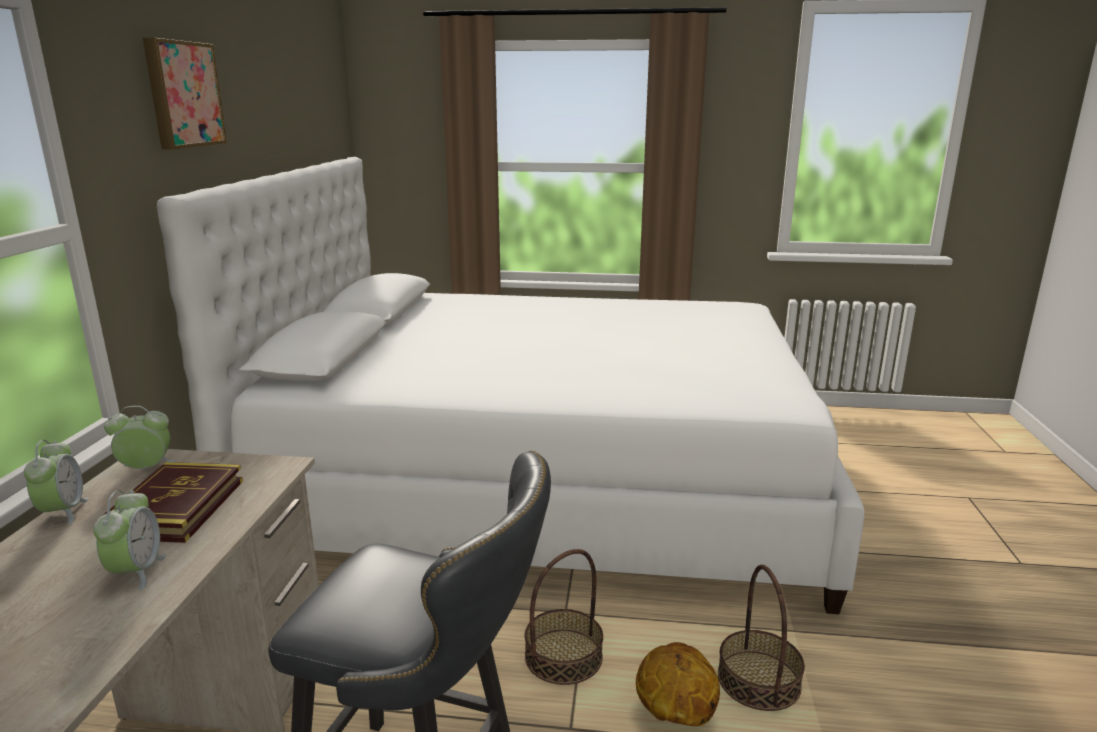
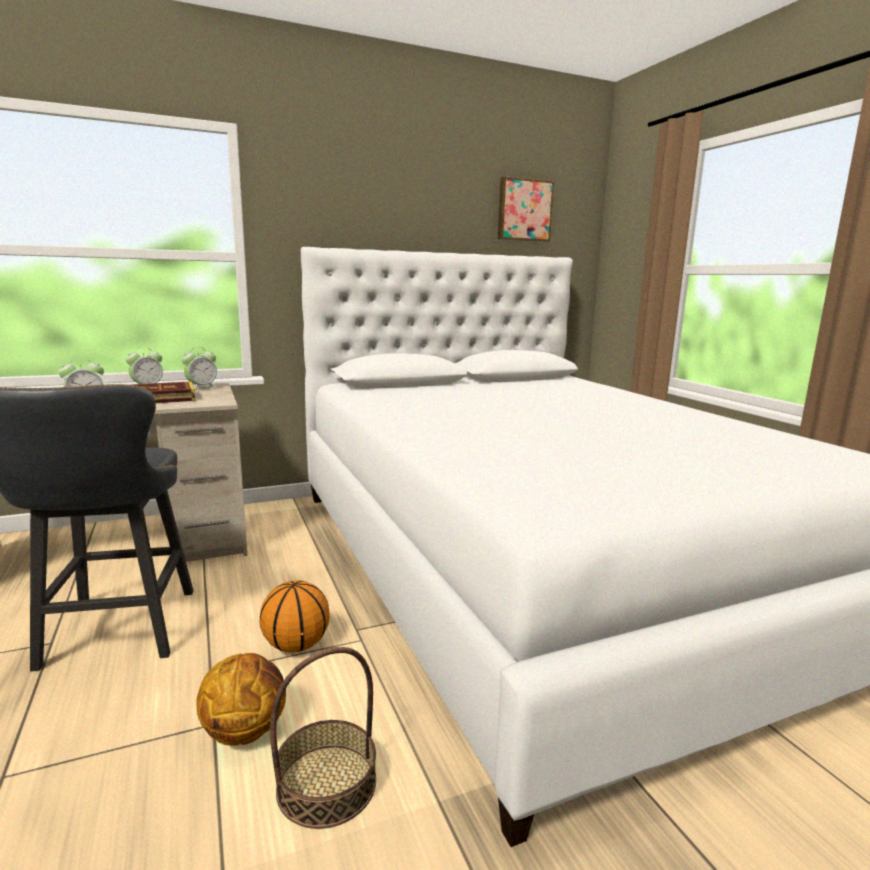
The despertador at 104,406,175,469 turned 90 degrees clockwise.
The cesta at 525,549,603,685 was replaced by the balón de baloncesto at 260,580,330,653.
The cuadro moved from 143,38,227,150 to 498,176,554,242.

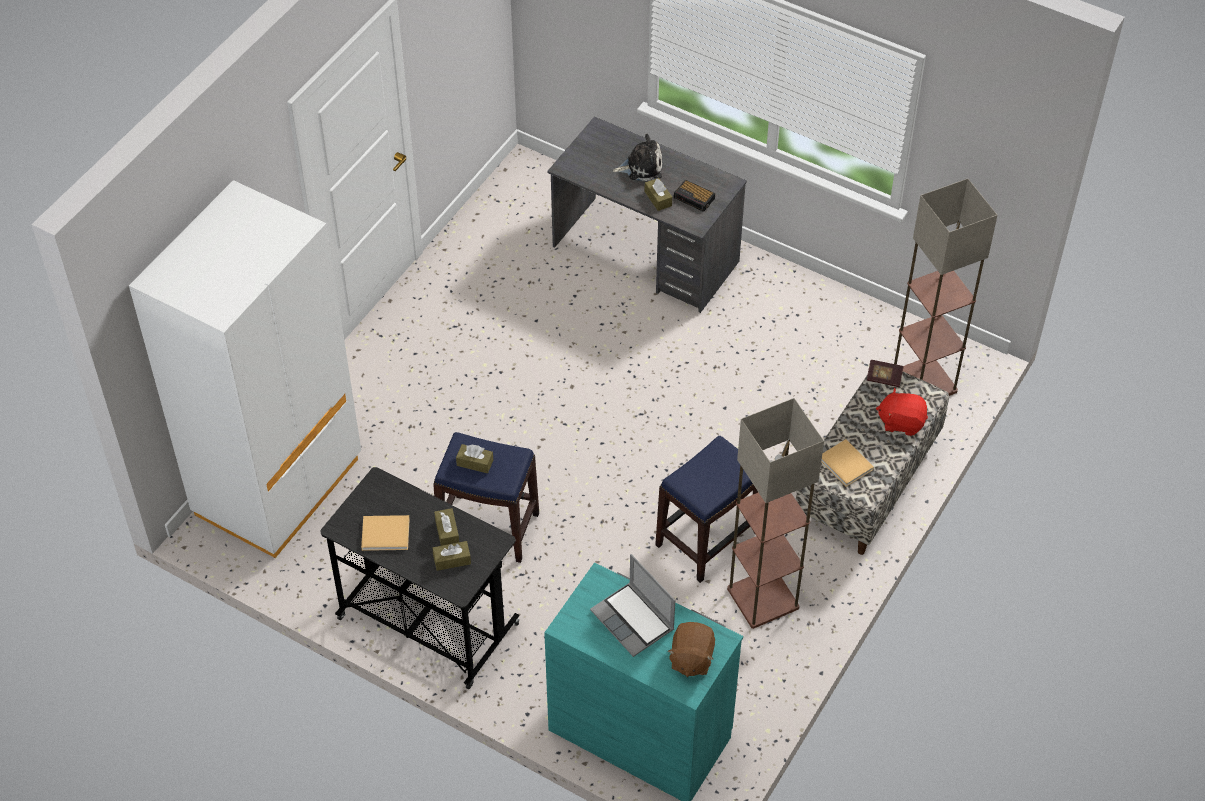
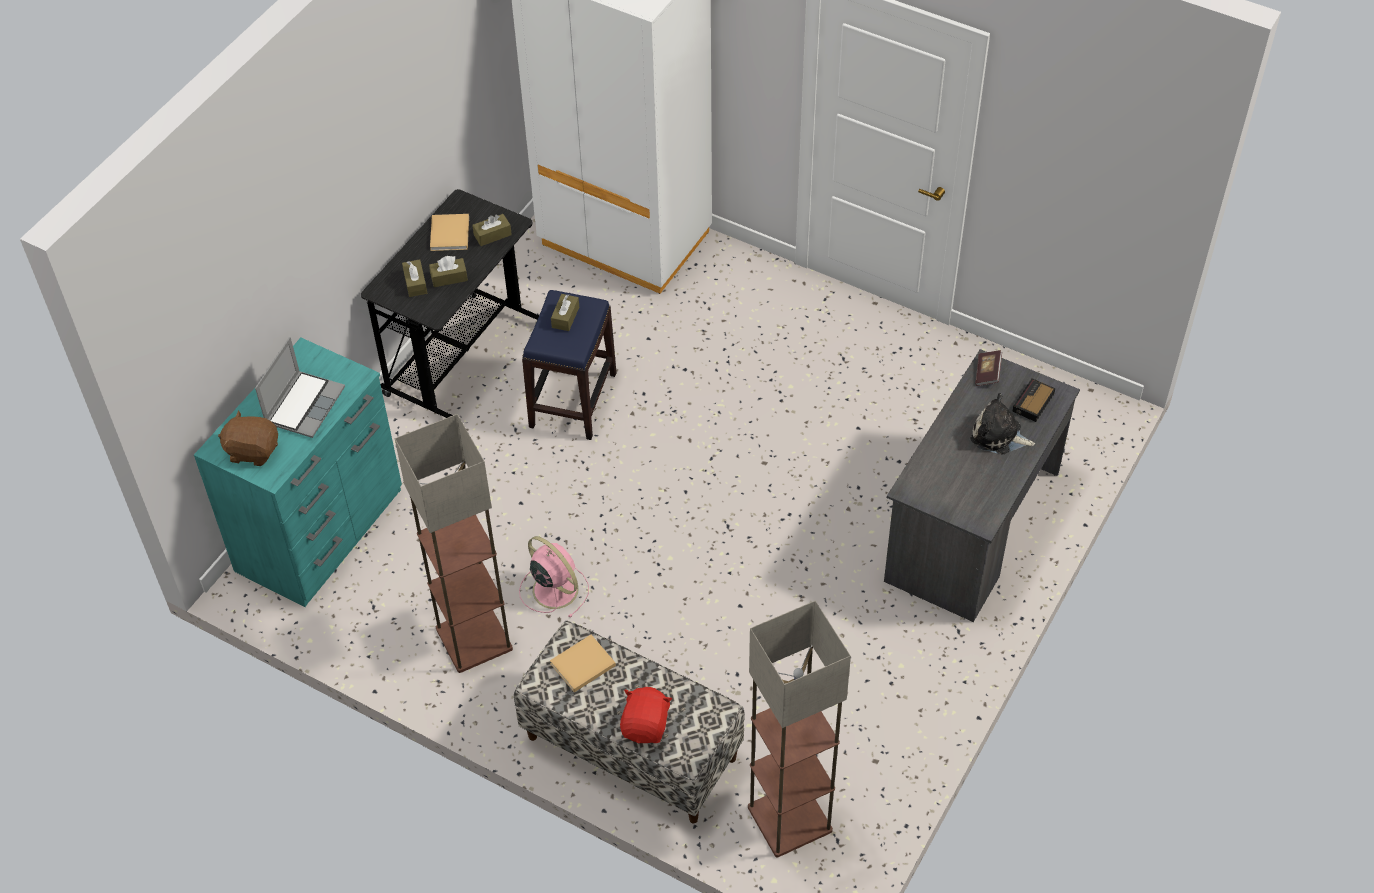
The portátil at 590,554,675,657 turned 150 degrees clockwise.
The caja de pañuelos [marrón] moved from 644,178,672,211 to 472,214,512,246.
The taburete at 655,436,758,583 was replaced by the ventilador [rosa] at 519,536,589,618.
The peluche at 613,134,662,181 turned 120 degrees clockwise.
The libro moved from 867,360,903,387 to 975,350,1002,386.
The despertador moved from 674,180,715,212 to 1012,378,1055,422.

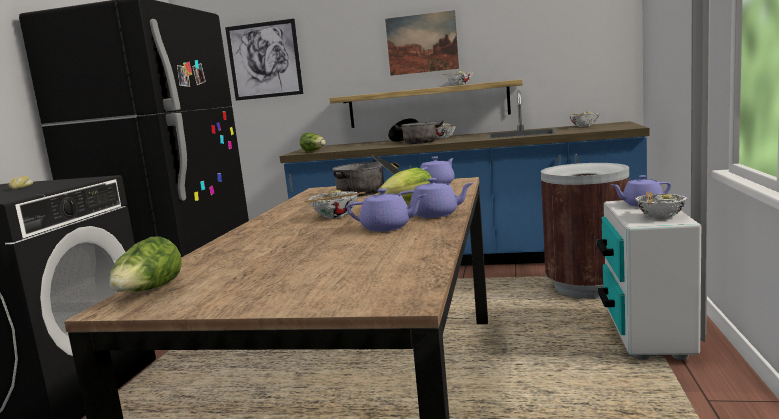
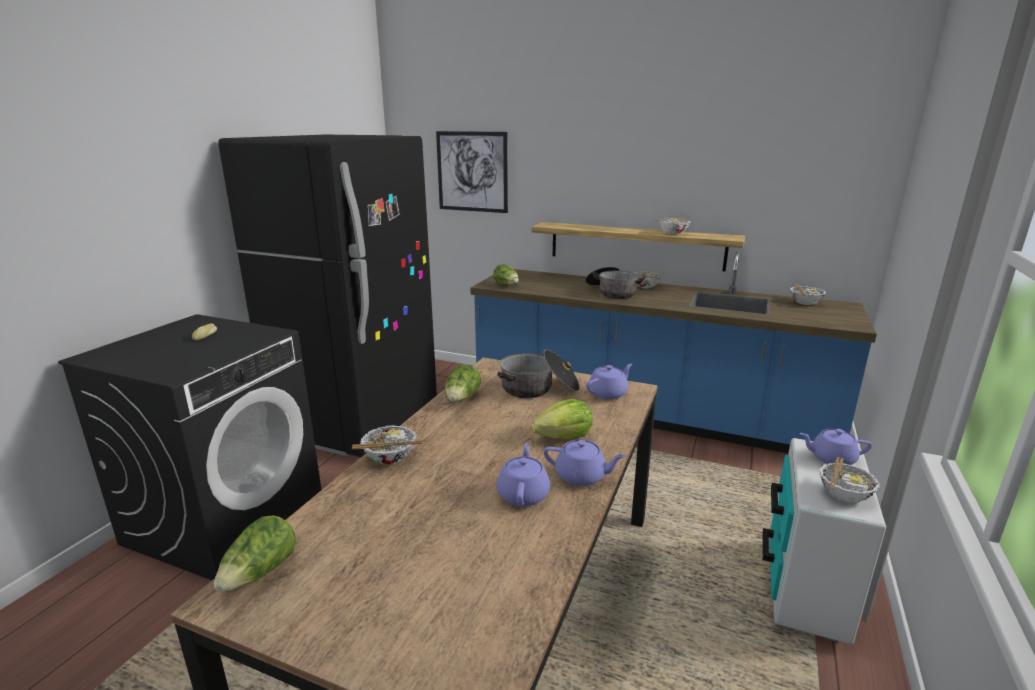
The cuenco moved from 304,190,366,219 to 352,425,422,464.
The lechuga at 445,365,481,402 appeared.
The tetera [morado] at 347,189,427,232 turned 105 degrees counterclockwise.
The cuadro at 385,10,459,76 disappeared.
The papelera [marrón] at 541,163,629,298 disappeared.

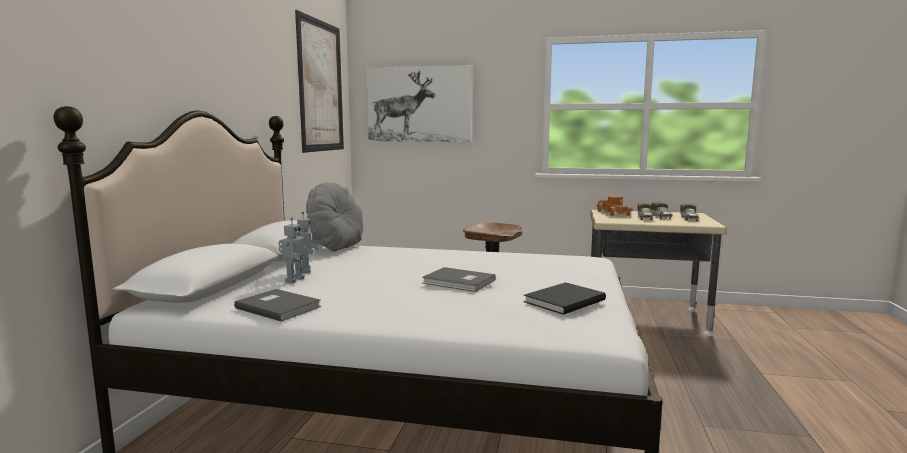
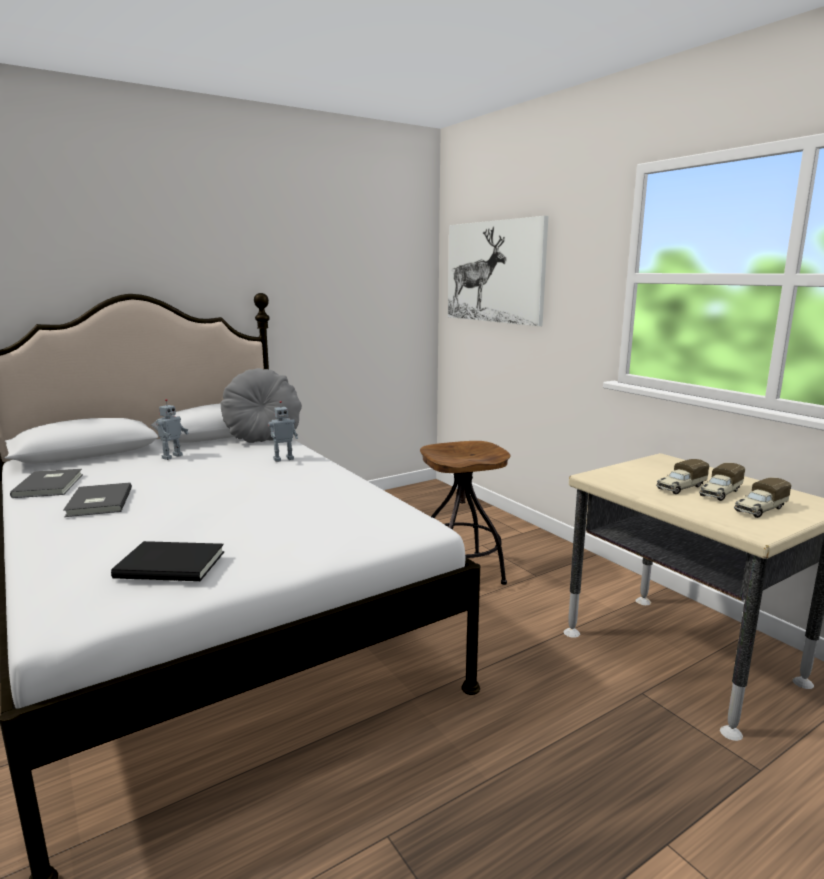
The libro [gris] moved from 422,267,495,292 to 63,482,132,517.
The robot de juguete moved from 278,217,313,283 to 268,401,298,462.
The cuadro at 295,10,344,153 disappeared.
The camión de juguete at 597,196,633,216 disappeared.

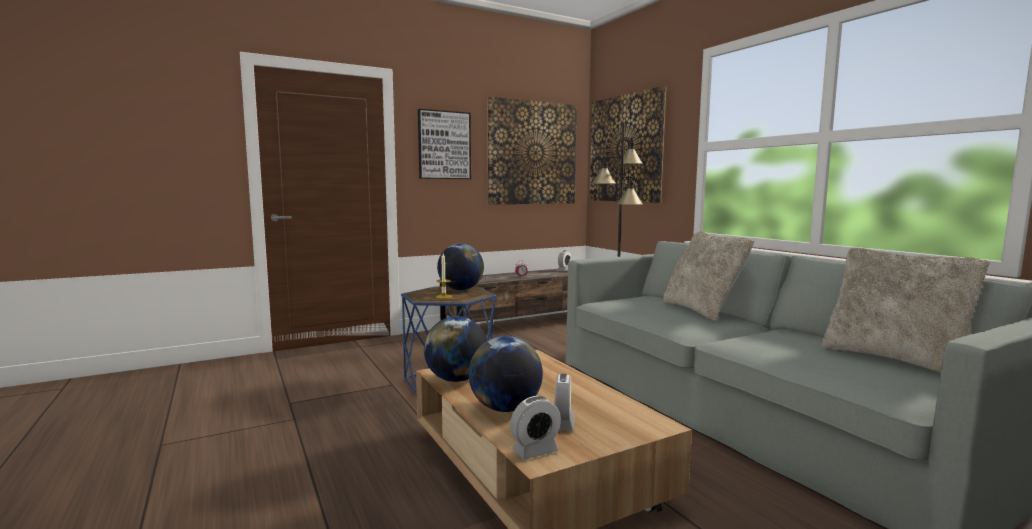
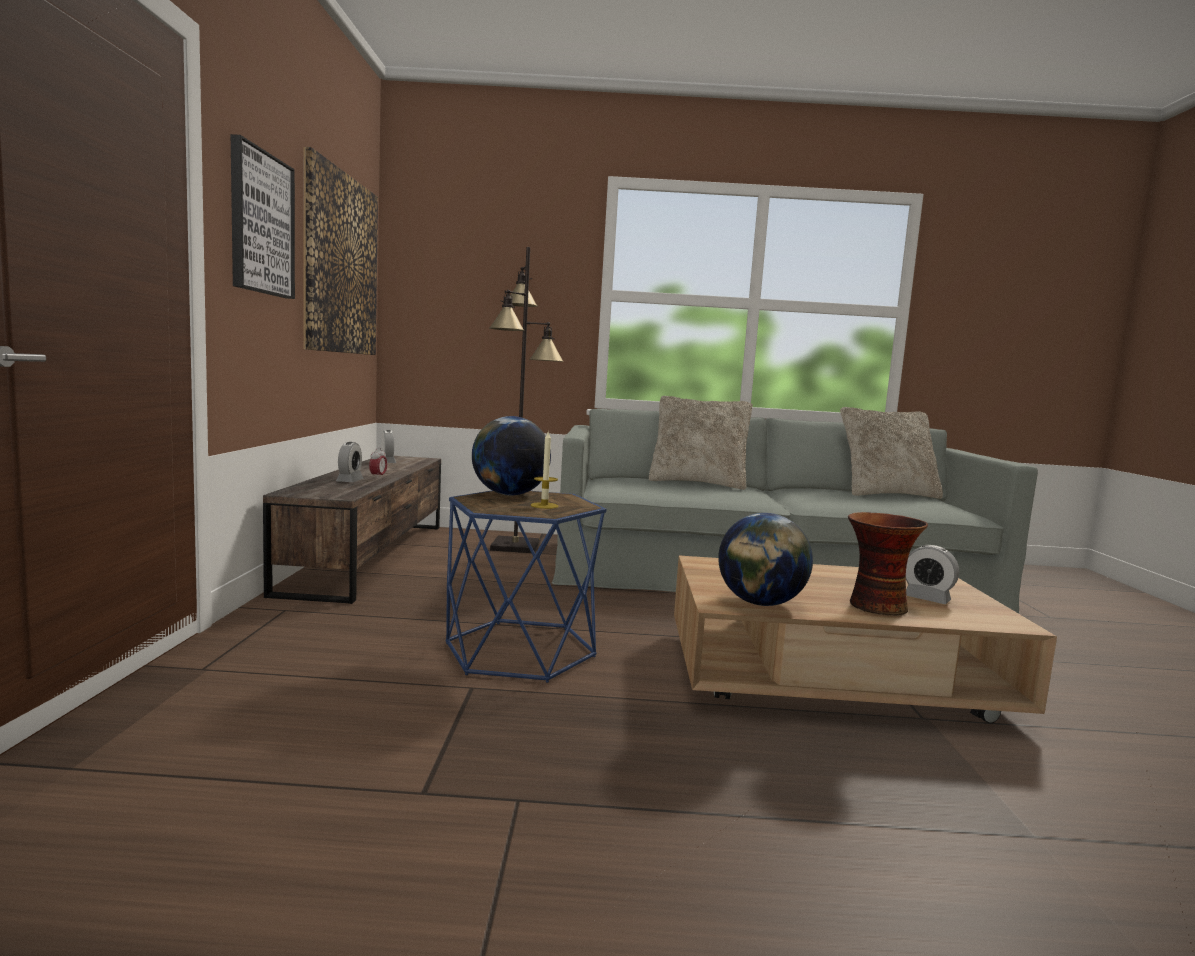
The despertador moved from 510,396,561,460 to 336,442,364,482.
The globo terráqueo at 469,336,543,412 was replaced by the florero at 848,512,928,616.
The cuadro at 590,86,666,203 disappeared.

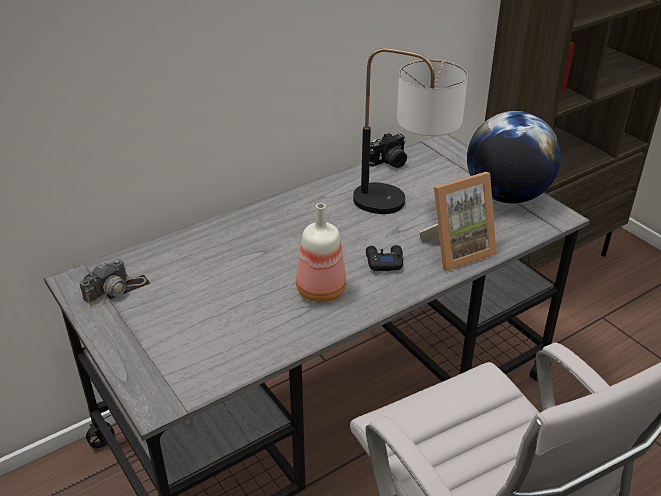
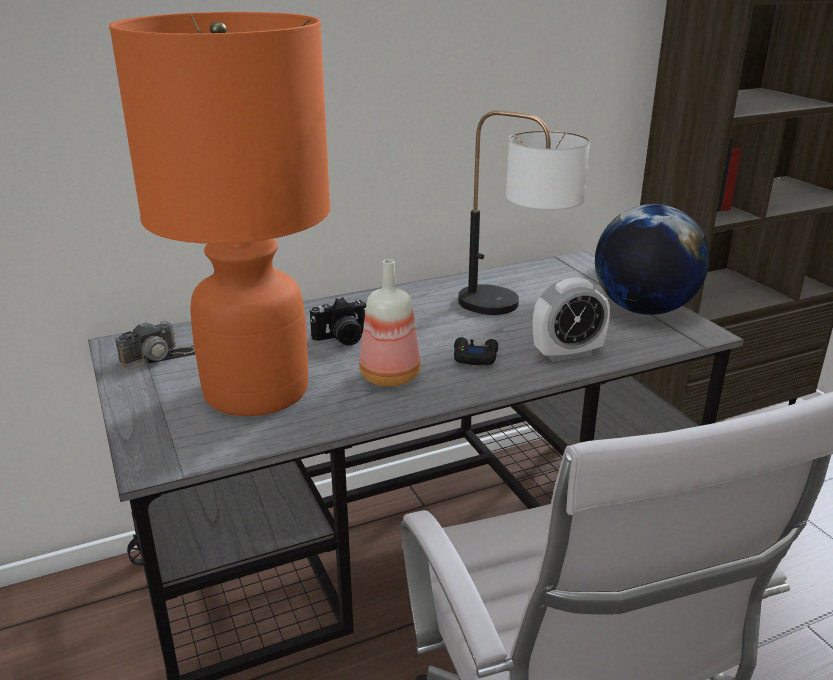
The lámpara de mesa [naranja] at 109,12,330,416 appeared.
The cámara moved from 370,133,407,168 to 310,297,366,346.
The portarretratos at 419,172,497,271 was replaced by the despertador at 533,277,610,362.

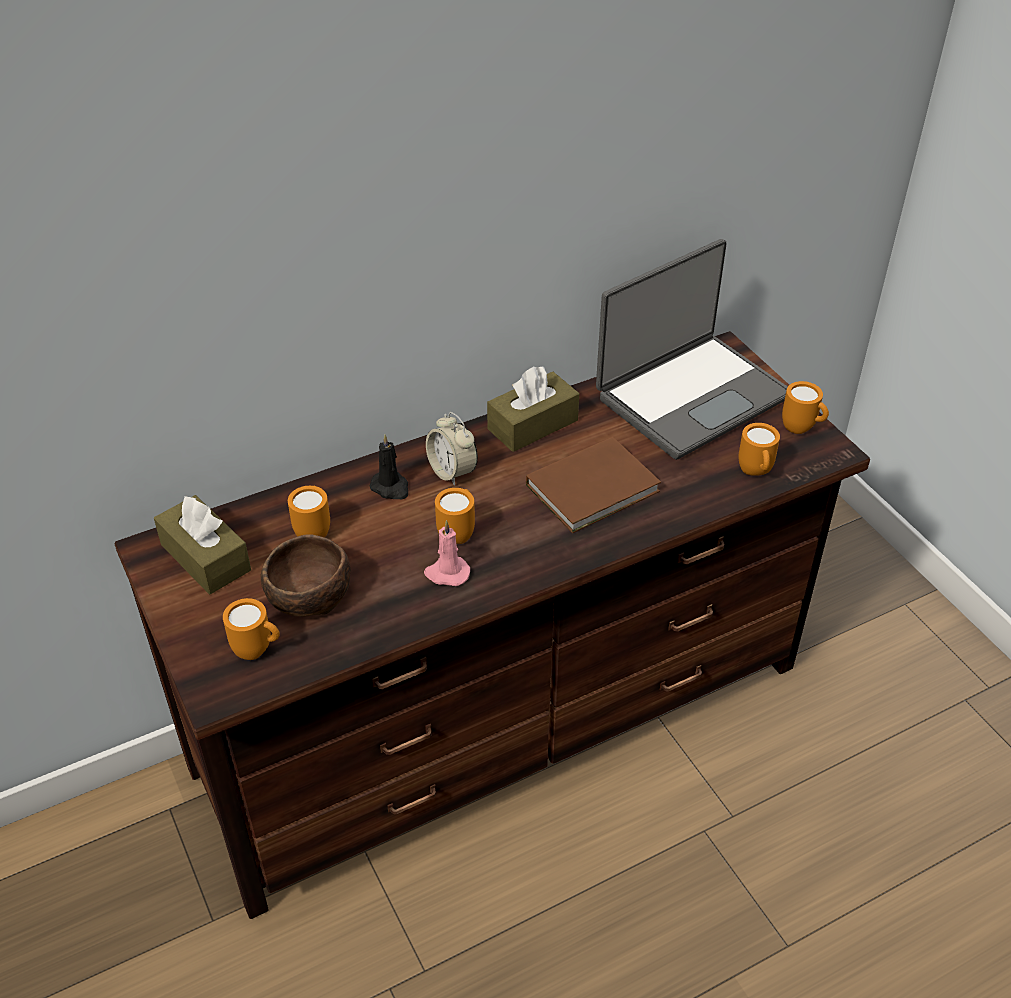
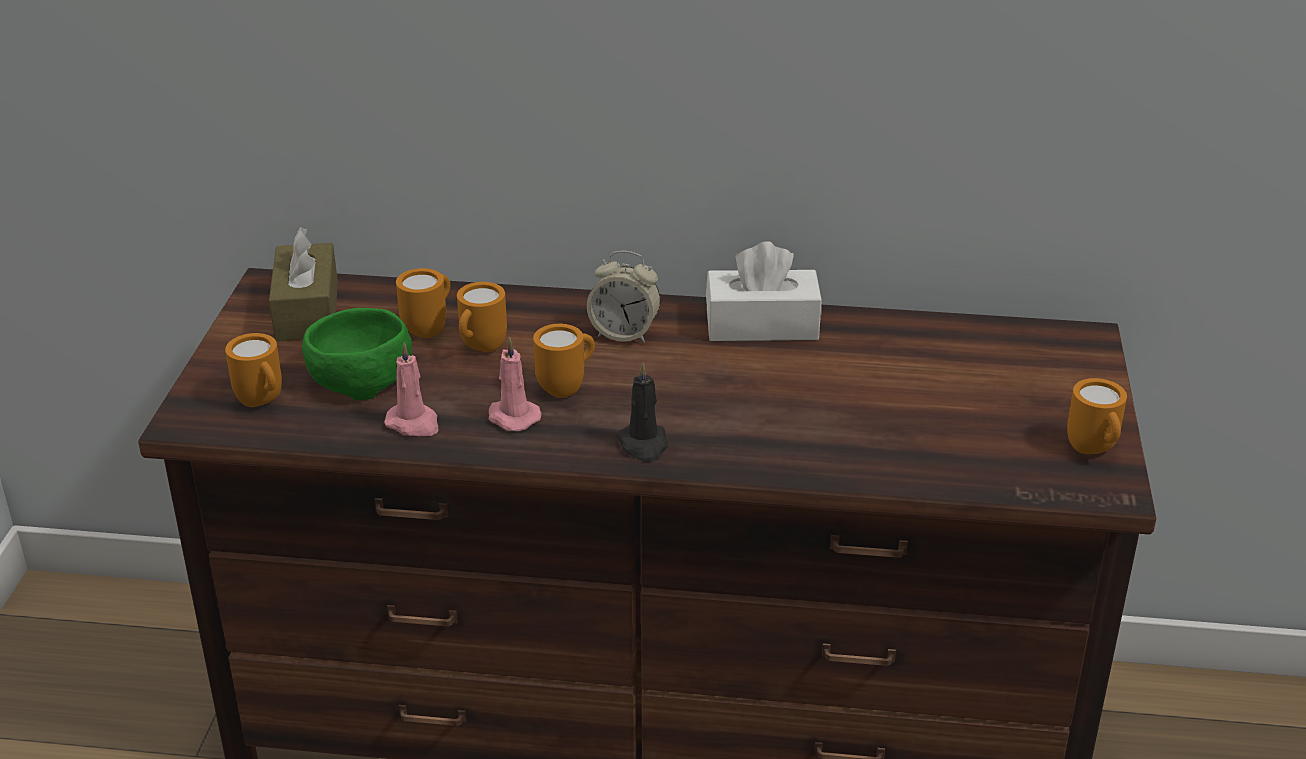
The cuenco [marrón] at 261,534,351,617 became the cuenco [verde] at 302,308,412,400.
The vela [rosa] at 384,342,439,436 appeared.
The taza grande [naranja] moved from 739,423,780,476 to 457,282,507,352.
The despertador at 426,412,478,486 turned 75 degrees counterclockwise.
The vela [negro] moved from 370,434,408,499 to 617,362,668,462.
The caja de pañuelos [marrón] at 487,367,579,452 became the caja de pañuelos [blanco] at 706,242,822,341.
The libro [marrón] at 526,437,661,533 disappeared.
The portátil at 596,239,788,460 disappeared.

